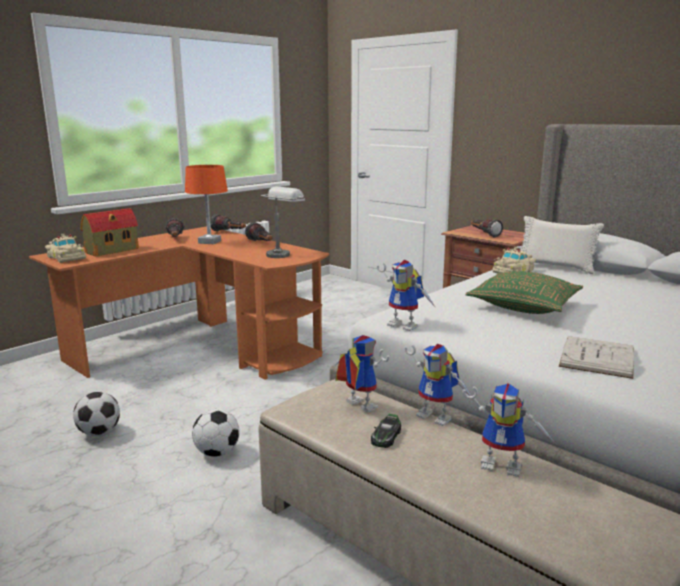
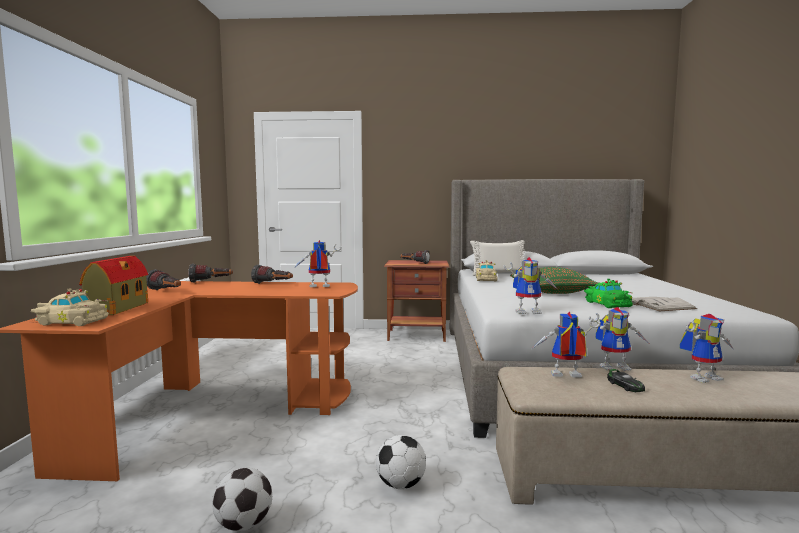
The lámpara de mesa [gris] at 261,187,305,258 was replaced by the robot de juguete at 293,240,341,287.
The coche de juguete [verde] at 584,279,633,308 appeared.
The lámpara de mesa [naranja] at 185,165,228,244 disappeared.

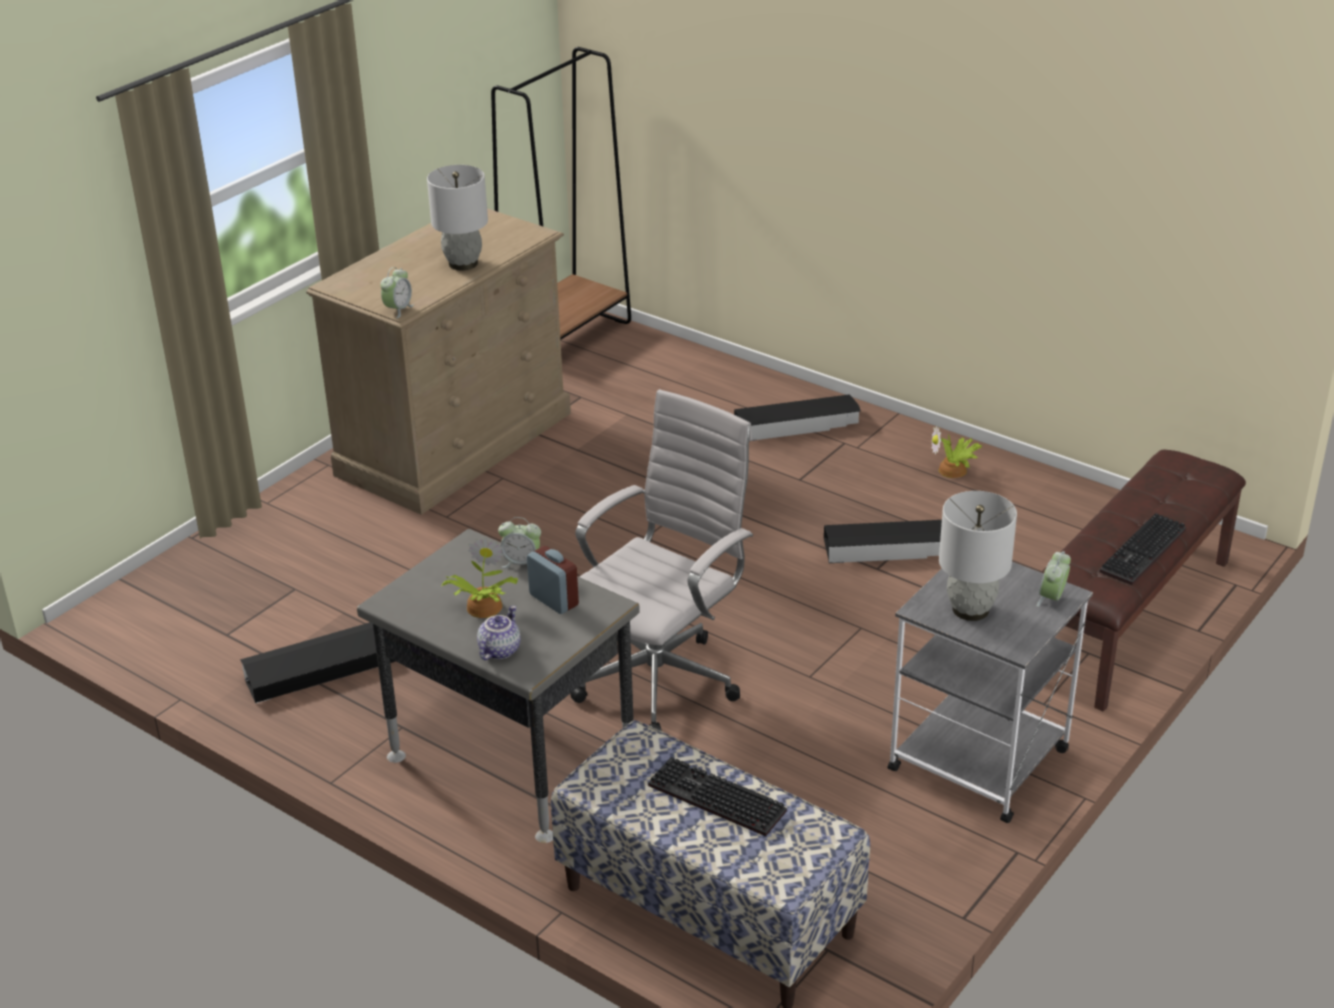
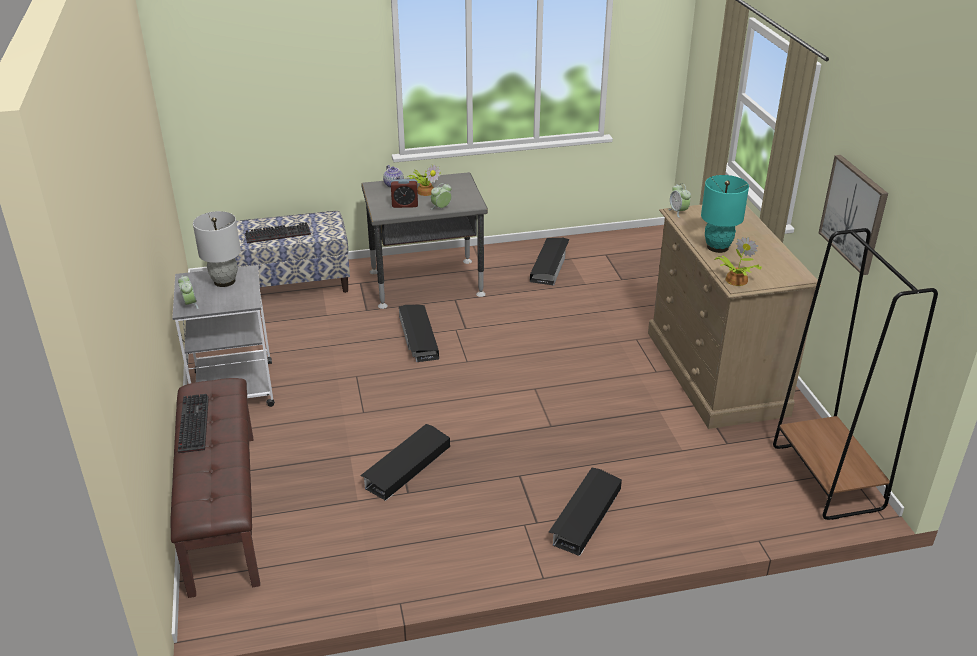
The silla de oficina [blanco] at 570,389,753,731 was replaced by the caja de almacenaje [negro] at 399,305,439,362.
The lámpara de mesa [blanco] at 427,165,488,270 became the lámpara de mesa [turquesa] at 701,175,749,253.
The planta en maceta moved from 932,426,982,478 to 714,237,762,286.
The cuadro at 819,155,888,275 appeared.

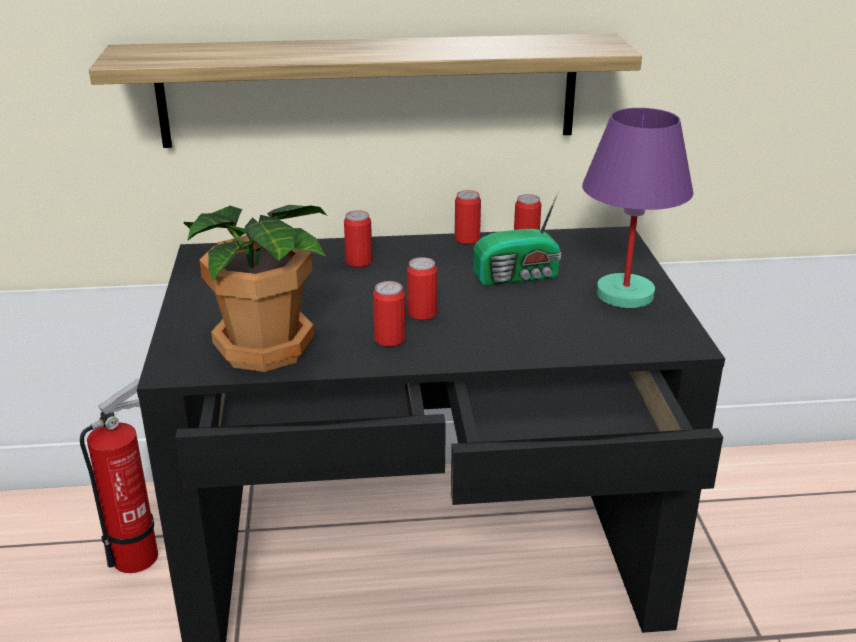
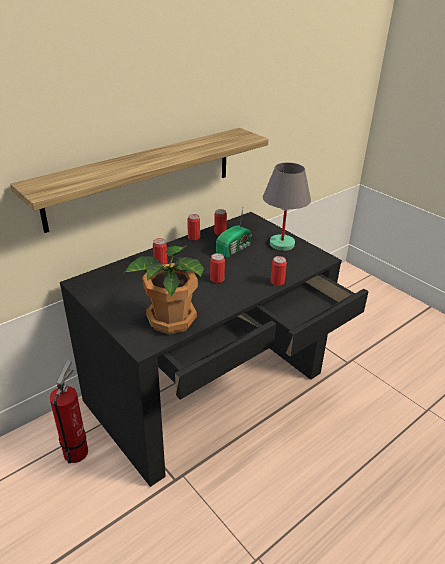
The lámpara de mesa [morado] at 582,108,693,308 became the lámpara de mesa [gris] at 263,163,311,251.
The lata moved from 373,281,405,347 to 270,256,287,286.

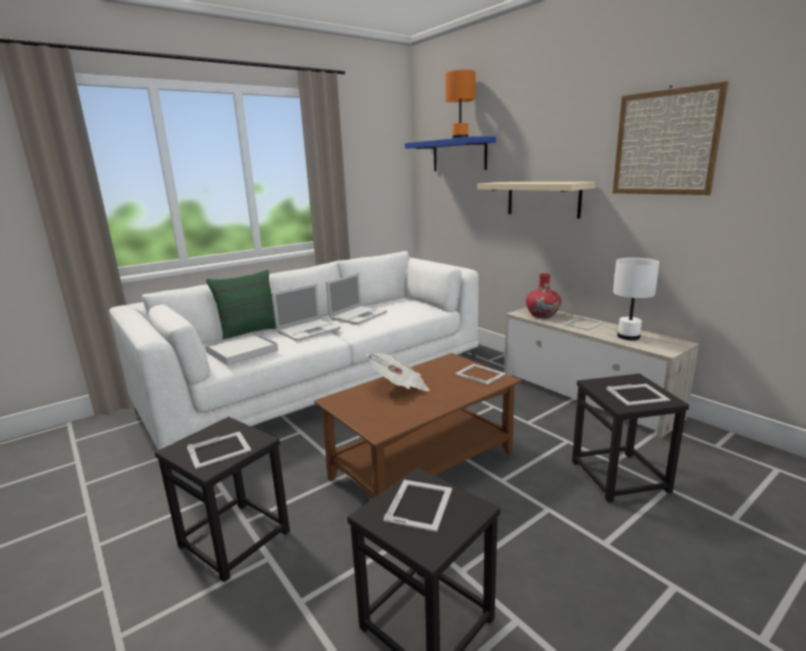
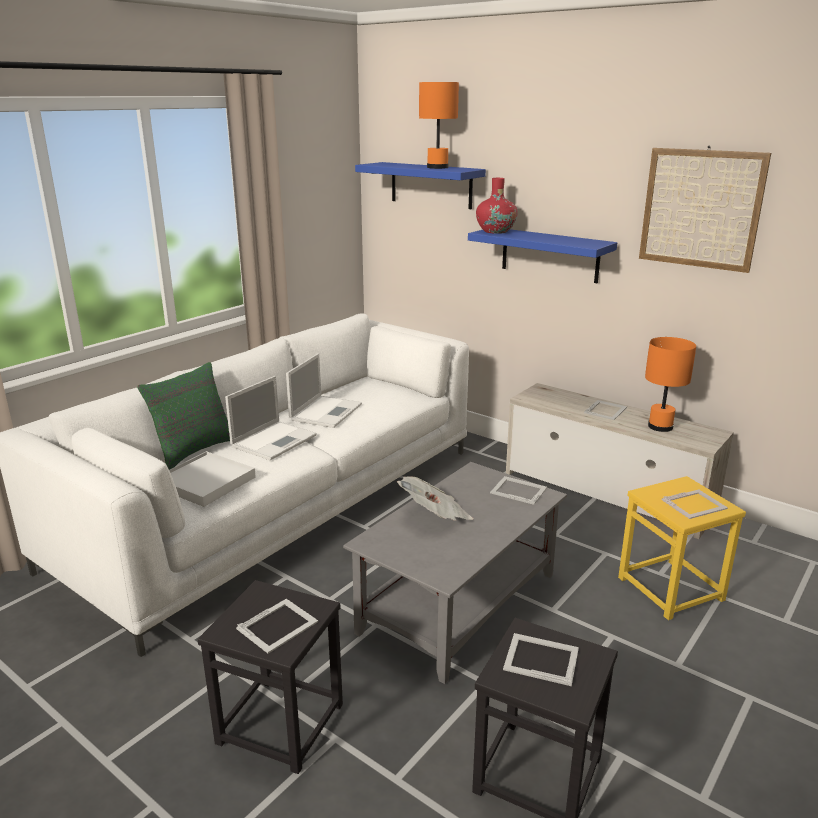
The mesa de centro [marrón] at 314,353,521,499 became the mesa de centro [gris] at 343,462,567,684.
The estante [beis] at 477,182,595,219 became the estante [azul] at 468,229,617,283.
The florero [rojo] moved from 526,273,561,318 to 476,178,518,234.
The portarretratos at 383,480,452,532 turned 75 degrees counterclockwise.
The taburete [negro] at 572,374,689,503 became the taburete [amarillo] at 618,476,746,620.
The lámpara de mesa [blanco] at 613,257,659,340 became the lámpara de mesa [naranja] at 645,337,696,432.

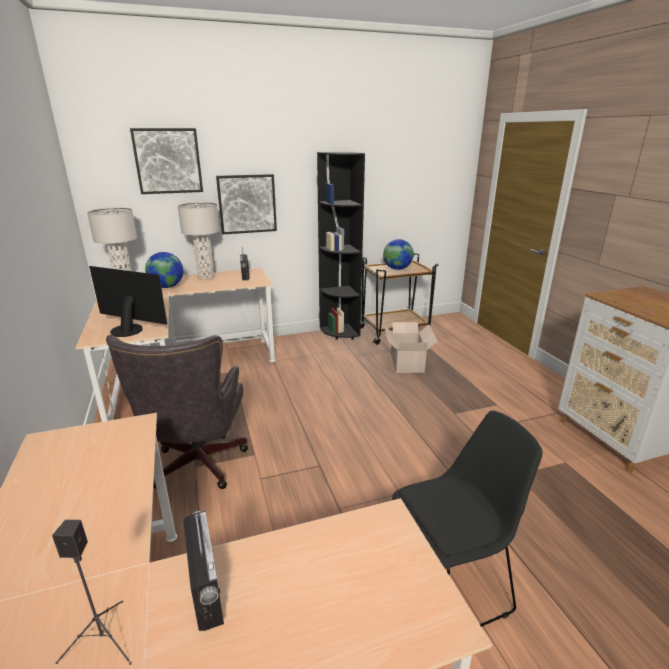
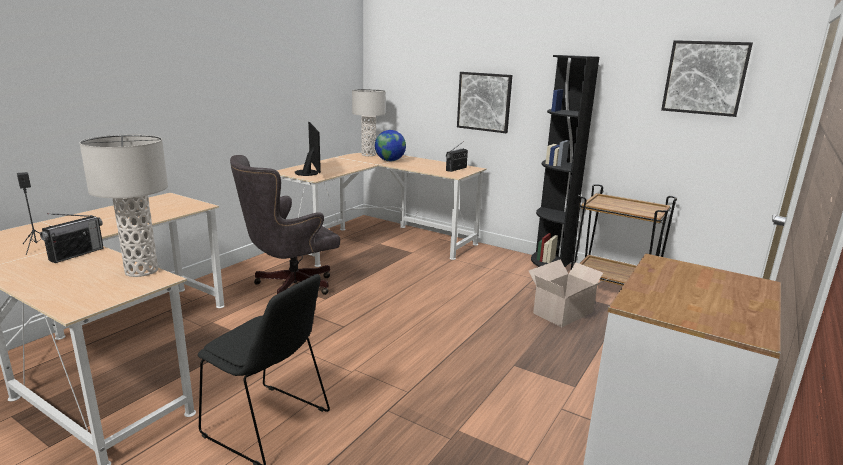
The lámpara de mesa [blanco] moved from 178,202,220,279 to 80,134,168,277.
The cuadro moved from 130,128,203,194 to 661,40,753,117.
The globo terráqueo at 383,239,414,270 disappeared.

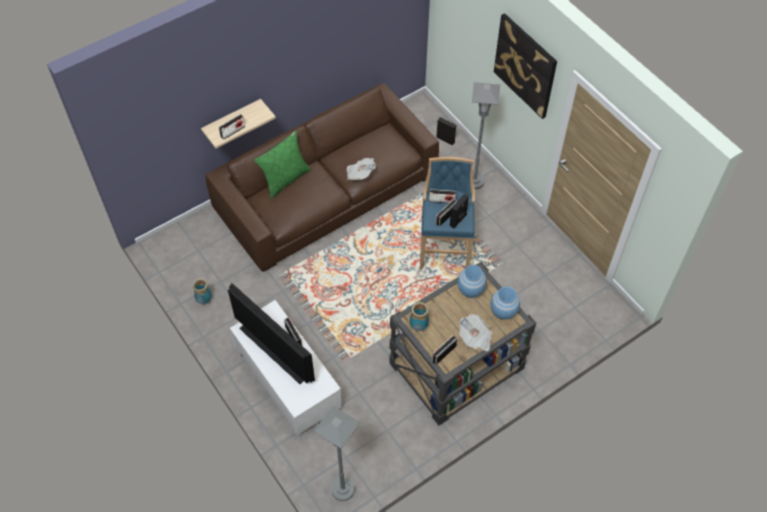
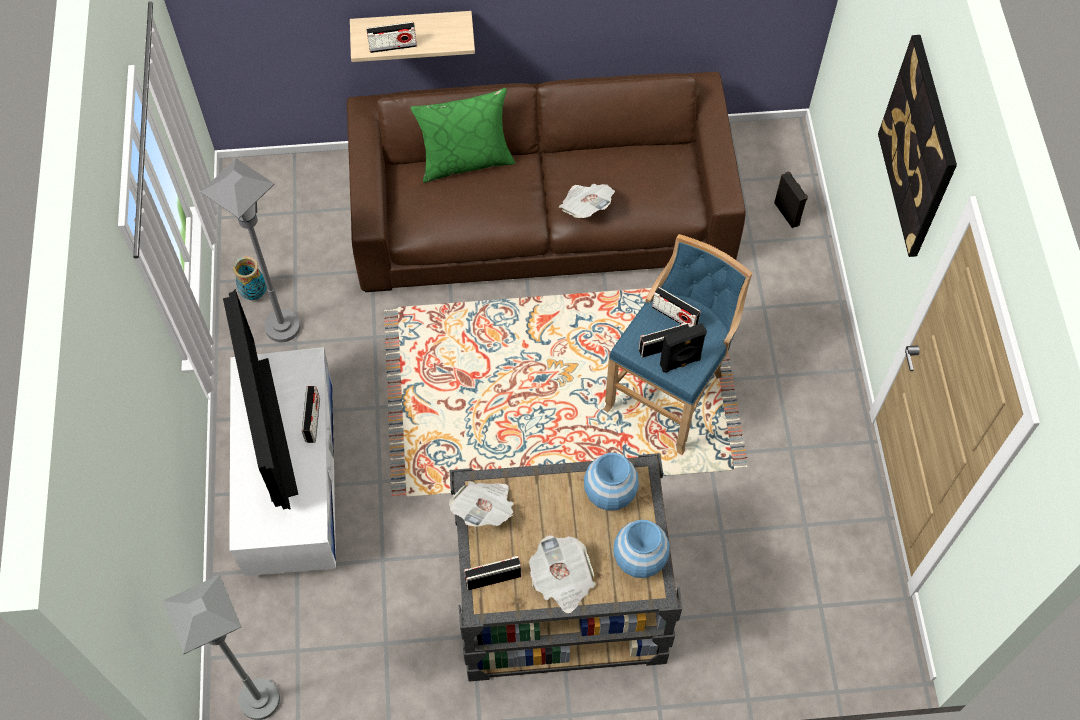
The lámpara de pie [gris] moved from 472,82,500,189 to 201,158,301,342.
The florero at 410,302,429,331 was replaced by the periódico at 449,481,514,527.

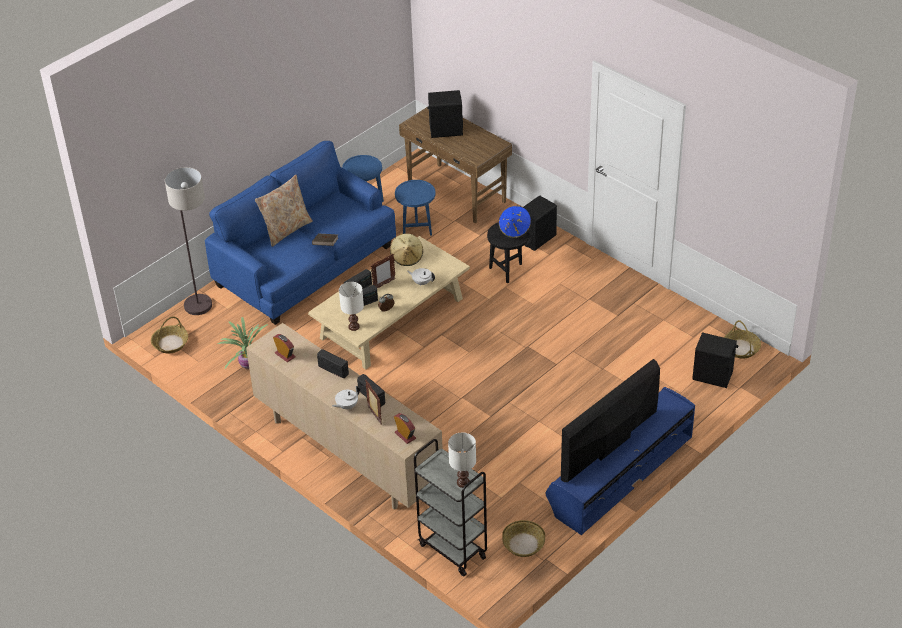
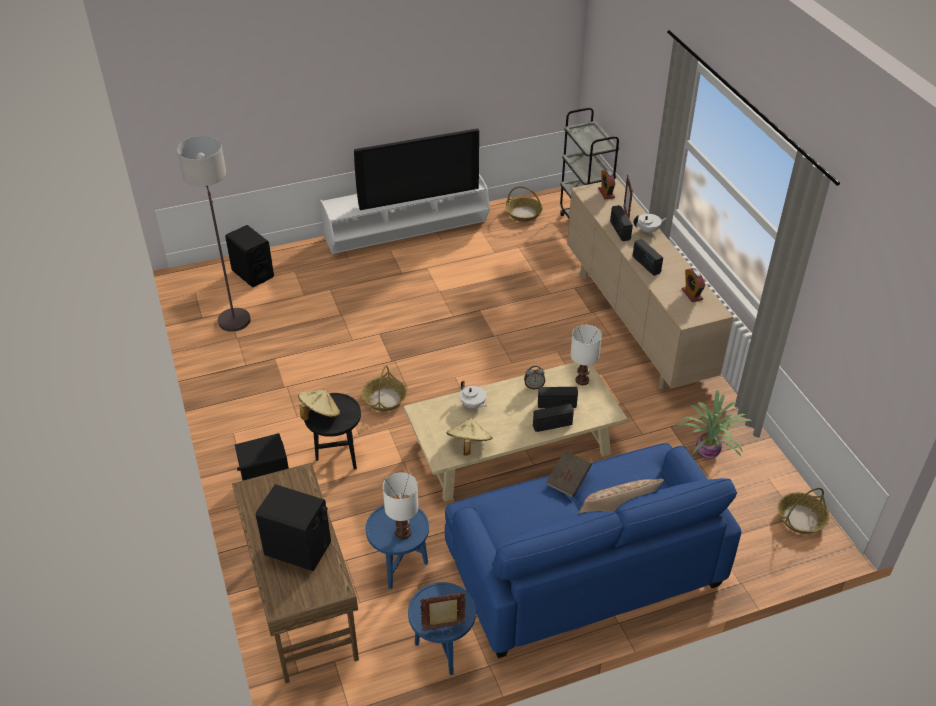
The lámpara de pie [gris] moved from 165,167,212,315 to 177,136,251,332.
The sombrero [azul] at 499,205,531,238 became the sombrero [beis] at 298,389,340,420.
The mueble de televisión [azul] at 545,387,695,535 became the mueble de televisión [blanco] at 320,174,490,255.
The cesta moved from 724,320,761,358 to 362,365,407,411.
The lámpara de mesa [blanco] moved from 448,433,476,488 to 383,473,419,539.
The portarretratos moved from 371,254,395,288 to 420,592,466,631.

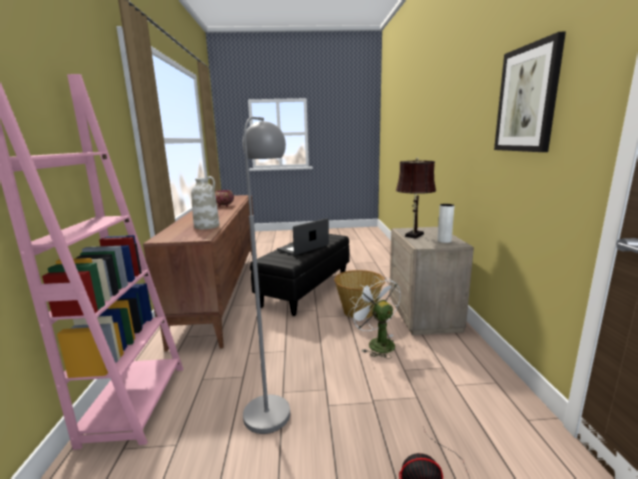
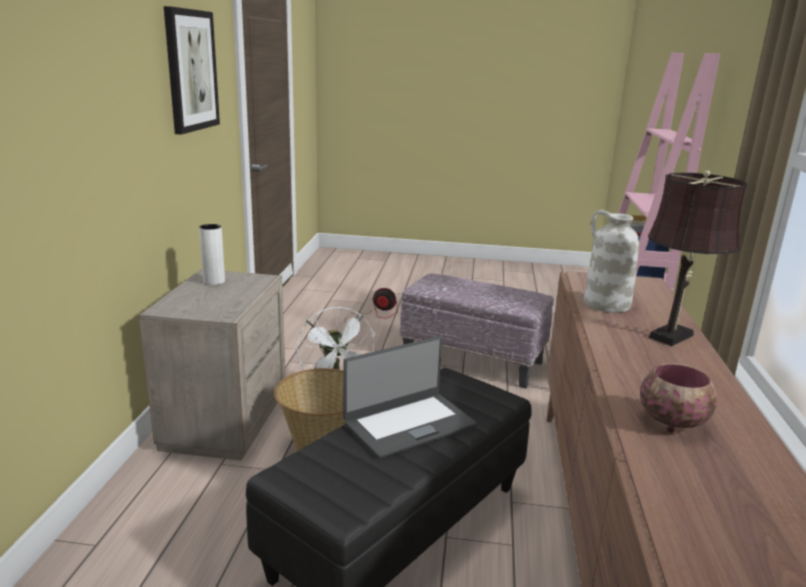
The lámpara de pie [gris] at 242,117,290,434 was replaced by the puf at 400,273,554,389.
The lámpara de mesa [marrón] moved from 396,157,436,239 to 648,170,747,346.

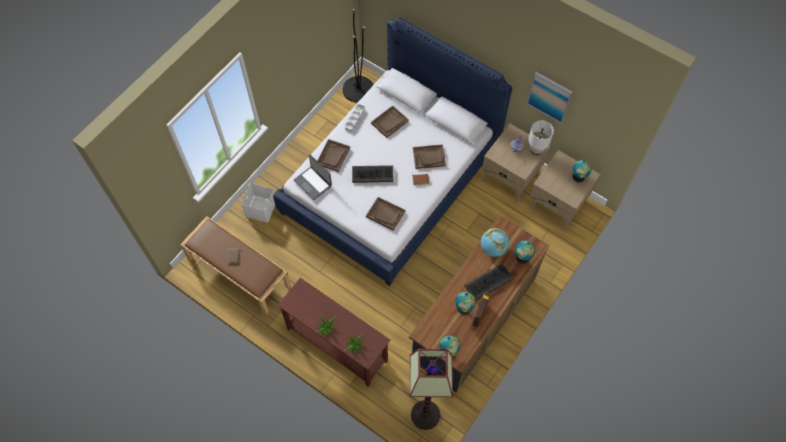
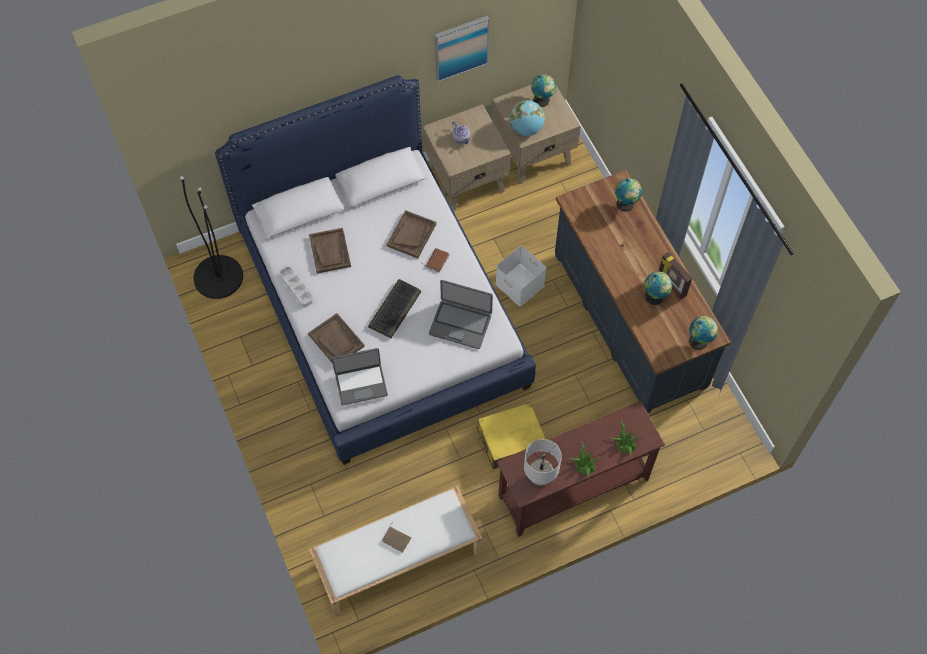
The banco [marrón] at 180,216,291,315 became the banco [blanco] at 309,486,483,617.
The bandeja [marrón] at 366,197,405,231 was replaced by the portátil at 429,280,493,349.
The maleta [amarillo] at 477,402,546,469 appeared.
The caja de almacenaje [blanco] moved from 241,183,275,222 to 496,246,546,306.
The globo terráqueo moved from 481,228,509,257 to 509,100,545,136.
The lámpara de mesa [blanco] moved from 528,121,554,155 to 524,439,562,486.
The lámpara de pie at 410,349,453,430 disappeared.
The teclado at 464,263,513,301 disappeared.

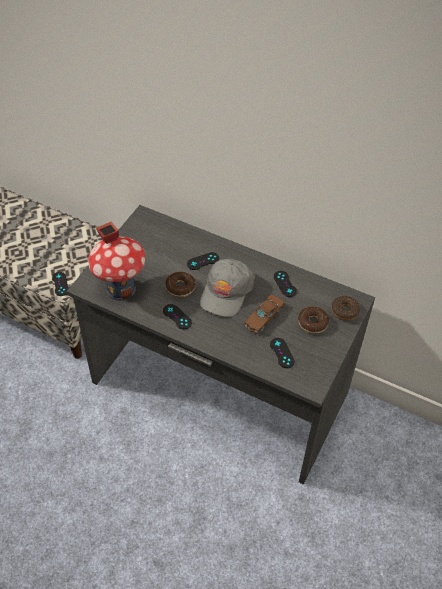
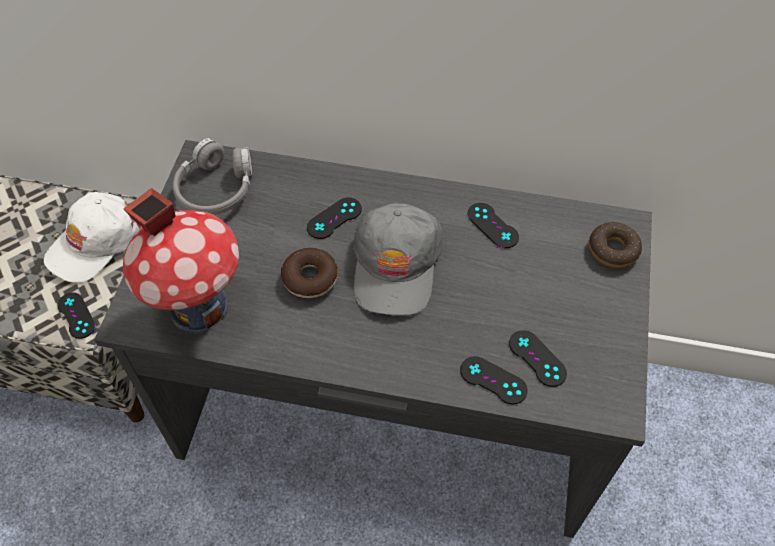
The gorra [blanco] at 44,192,142,283 appeared.
The auriculares [gris] at 172,138,252,215 appeared.
The mando de consola [negro] moved from 163,304,192,329 to 460,356,528,405.
The coche de juguete [marrón] at 243,294,286,334 disappeared.
The rosquilla at 298,307,329,334 disappeared.

